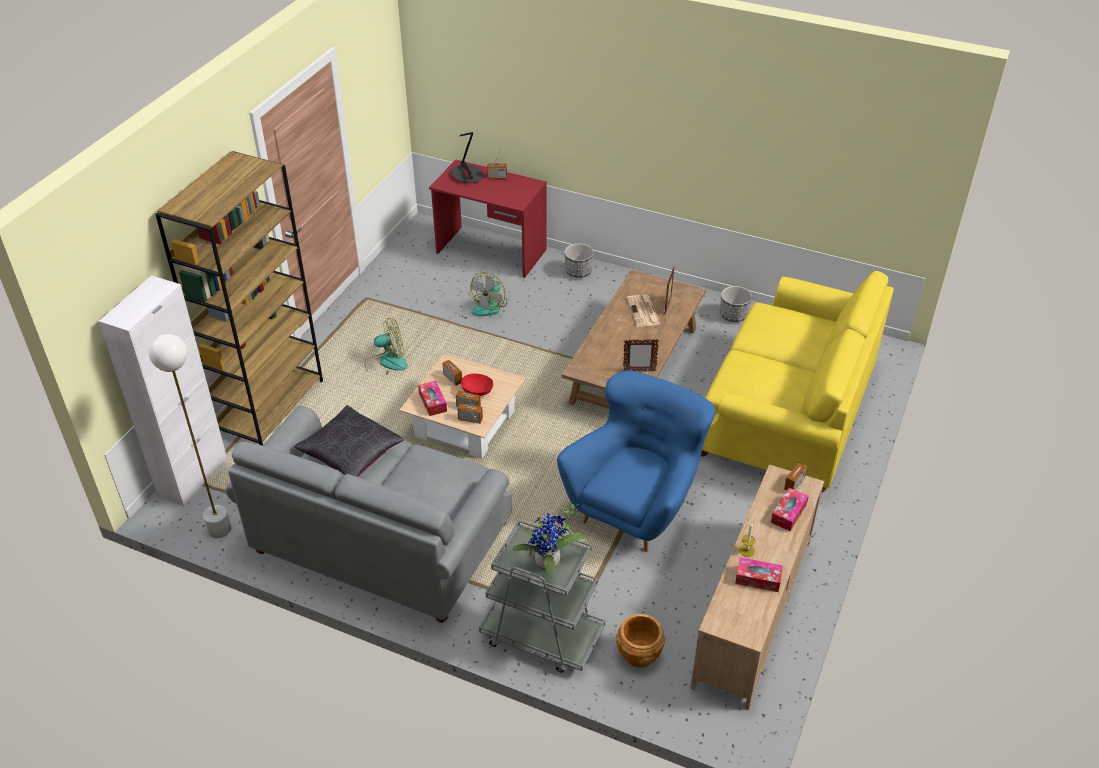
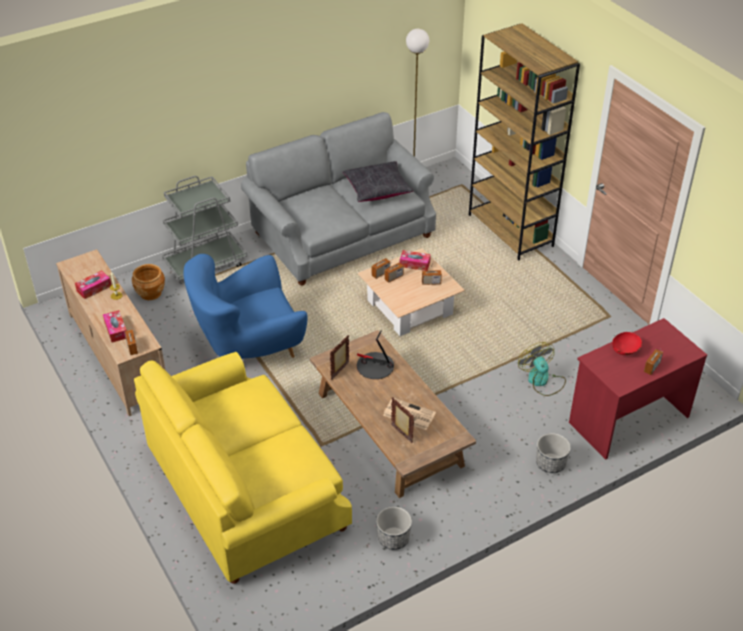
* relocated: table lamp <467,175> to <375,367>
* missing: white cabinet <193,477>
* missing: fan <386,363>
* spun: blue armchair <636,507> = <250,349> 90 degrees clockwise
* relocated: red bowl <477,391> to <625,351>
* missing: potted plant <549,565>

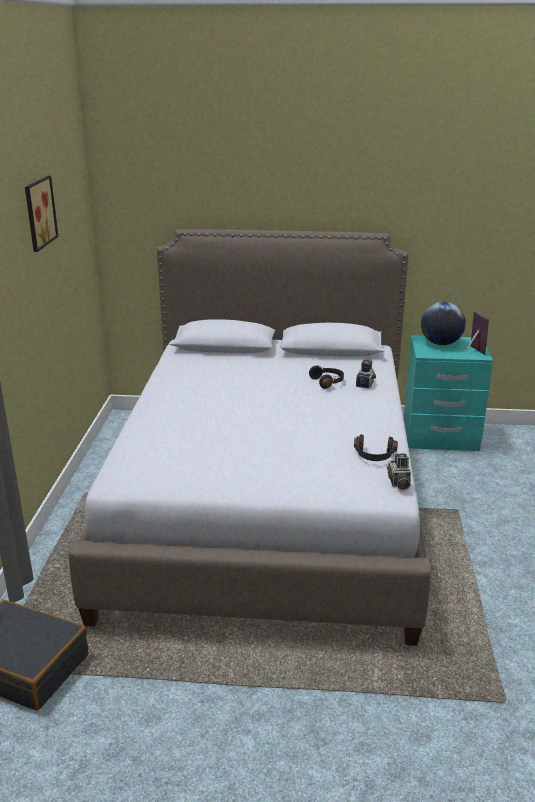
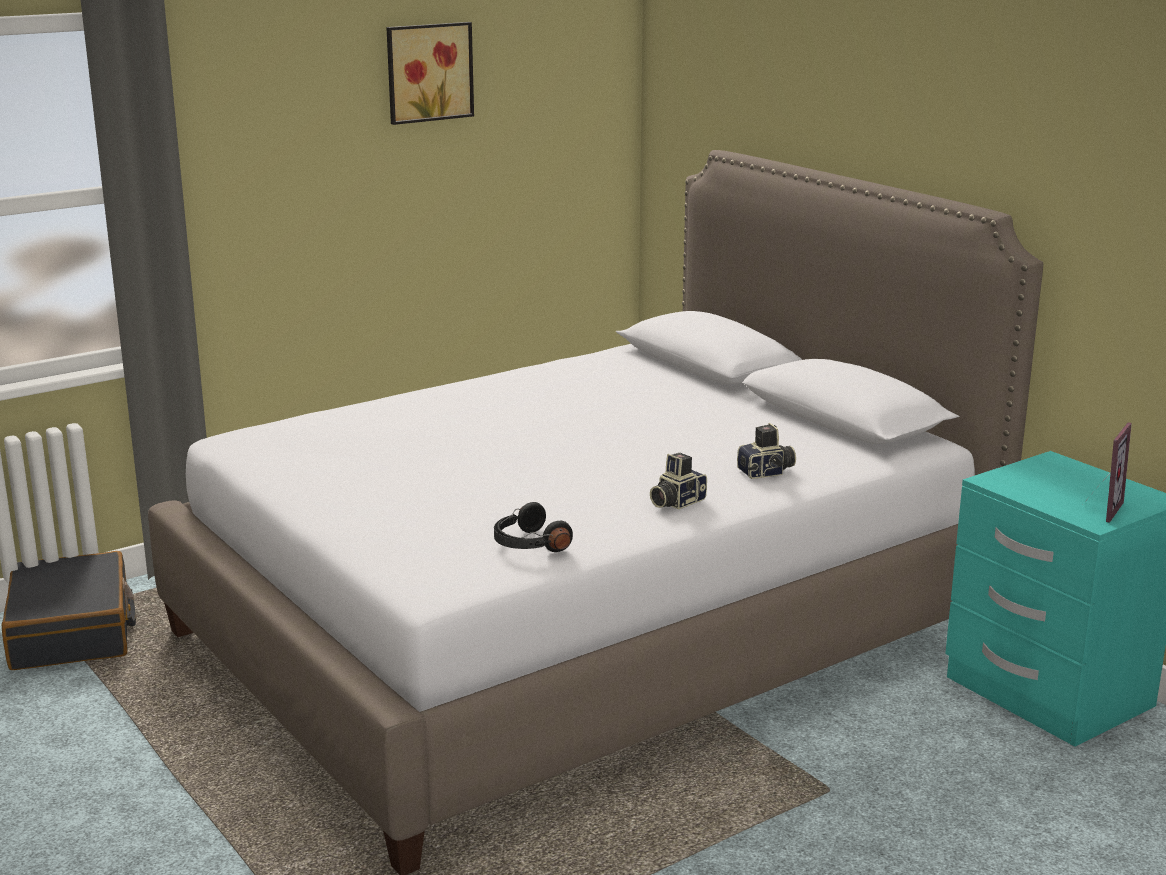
* missing: globe <441,343>
* missing: black headphones <328,382>
* relocated: photo camera <398,482> to <676,502>

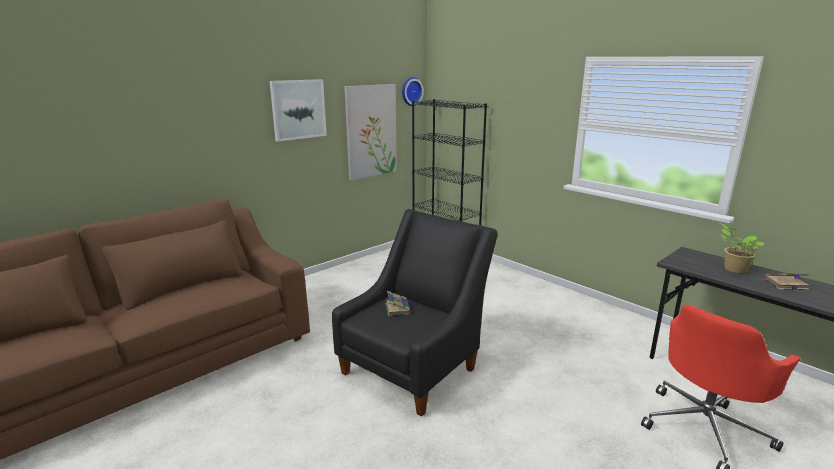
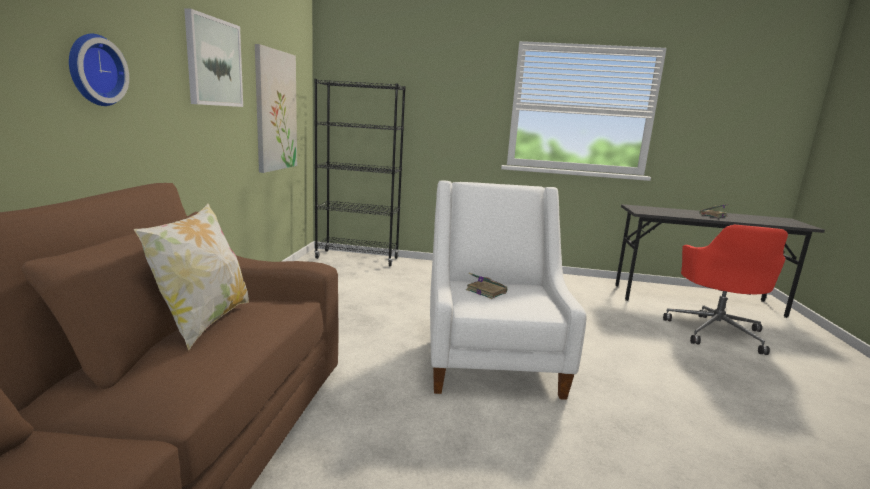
* relocated: wall clock <410,91> to <94,70>
* colour: black armchair <415,366> to white armchair <491,360>
* missing: potted plant <733,269>
* appeared: pillow <203,322>

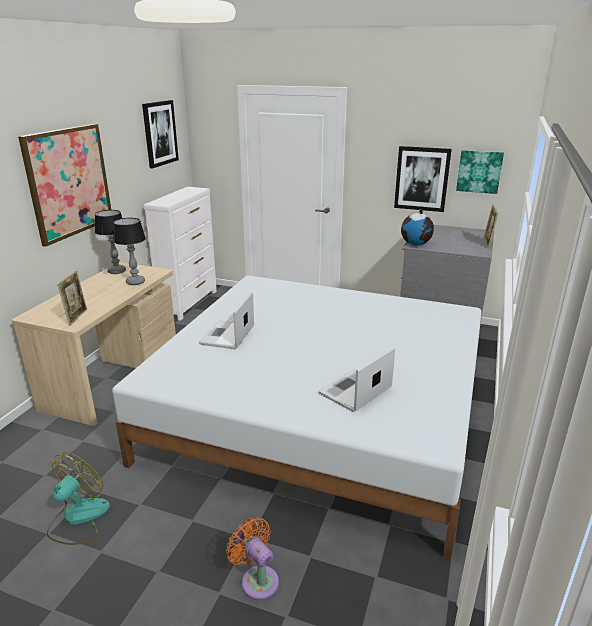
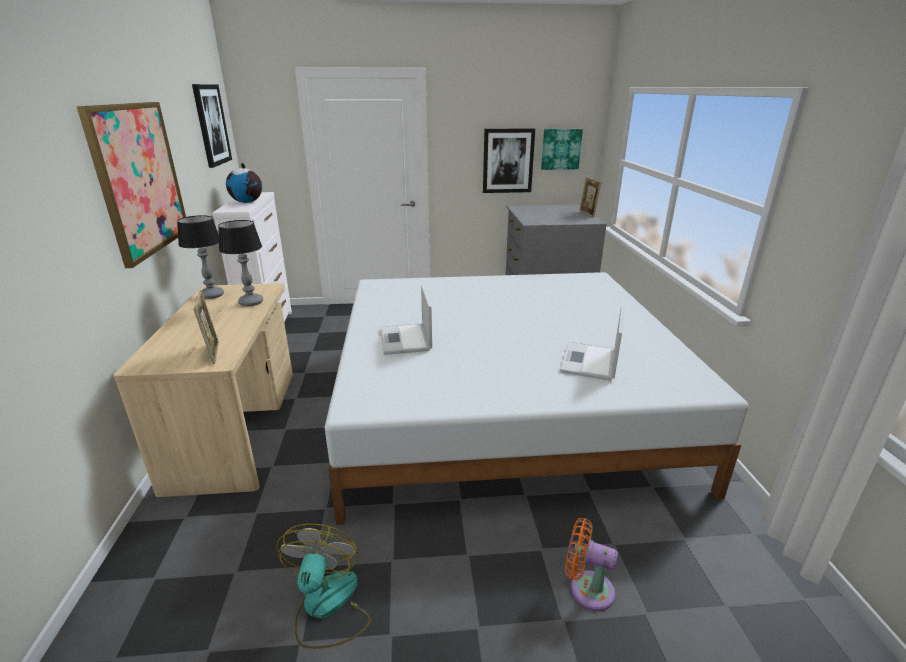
* relocated: globe <416,244> to <247,202>

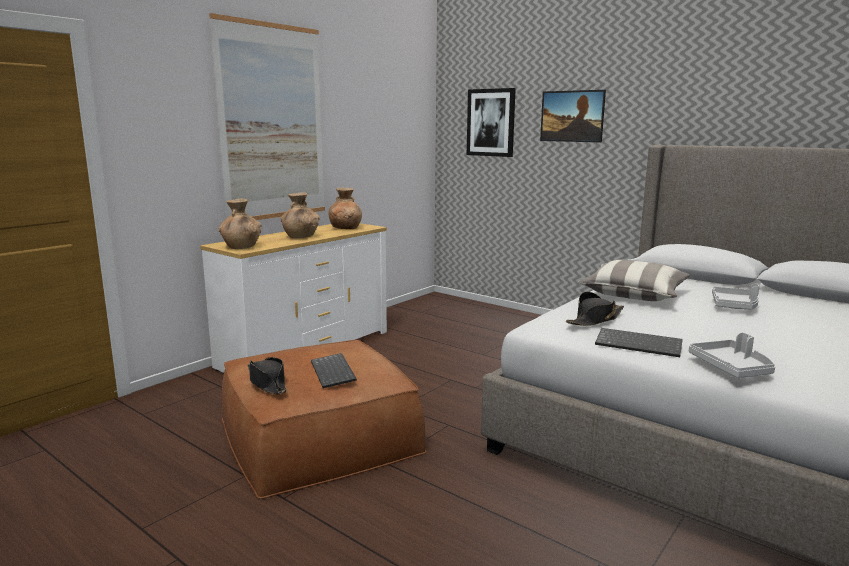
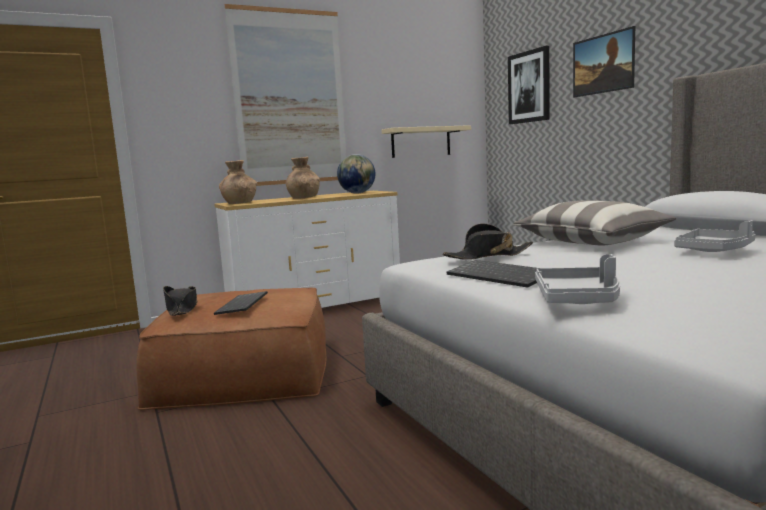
* exchanged: brown vase <346,228> to globe <357,193>
* appeared: beige shelf <421,142>

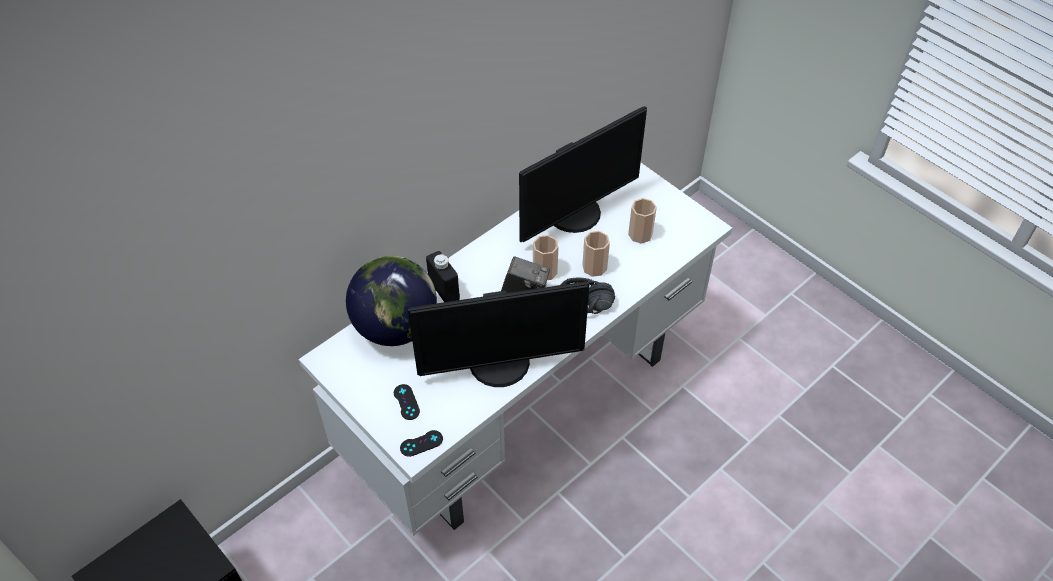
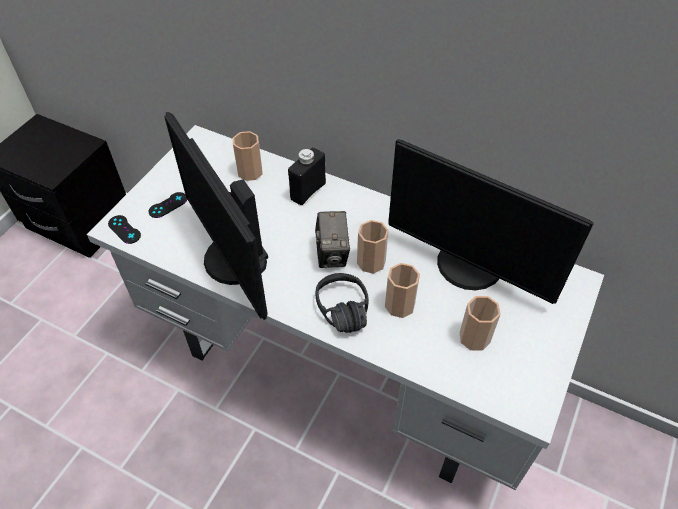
* exchanged: globe <395,328> to cup <250,172>

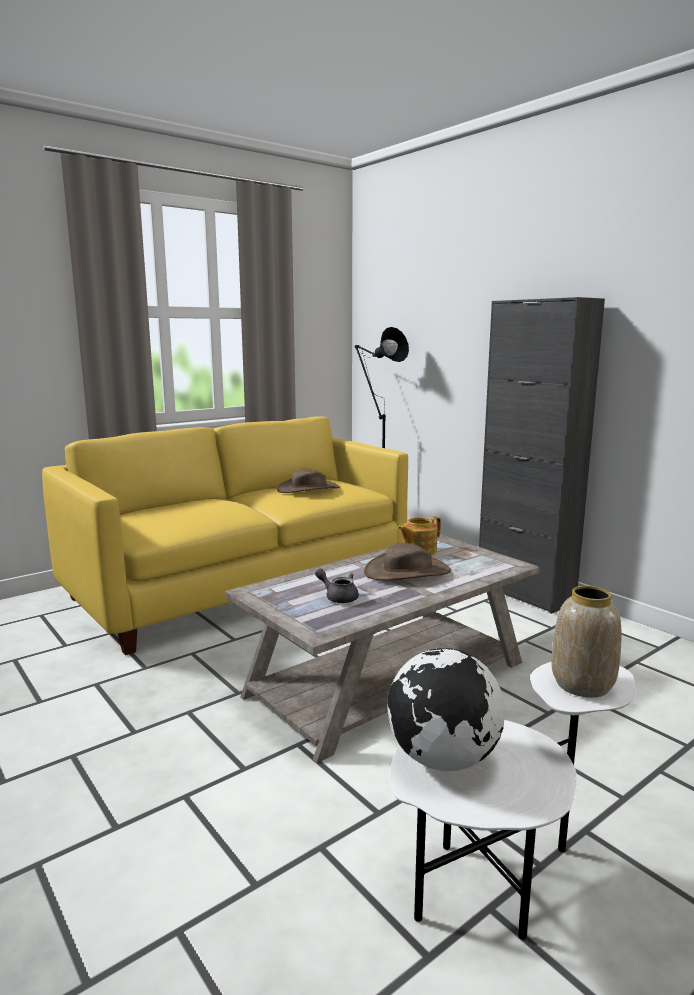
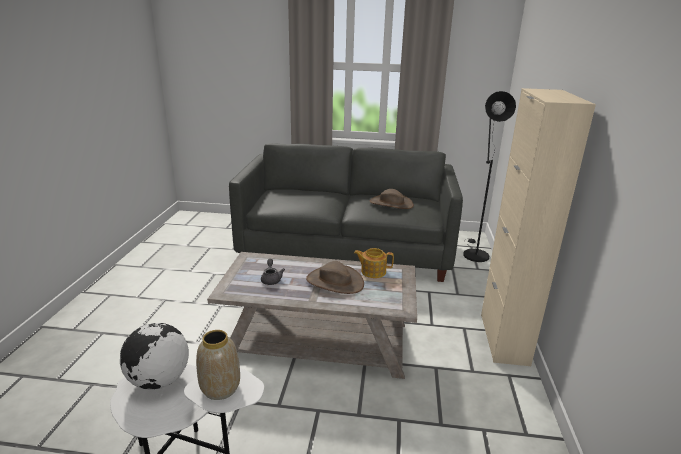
* colour: black cabinet <524,593> to beige cabinet <504,338>
* colour: yellow sofa <242,585> to grey sofa <347,250>

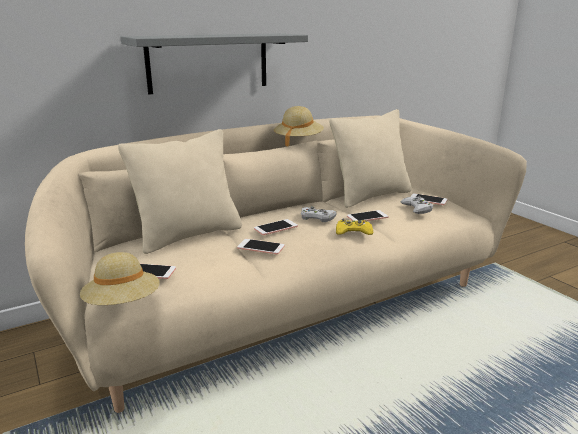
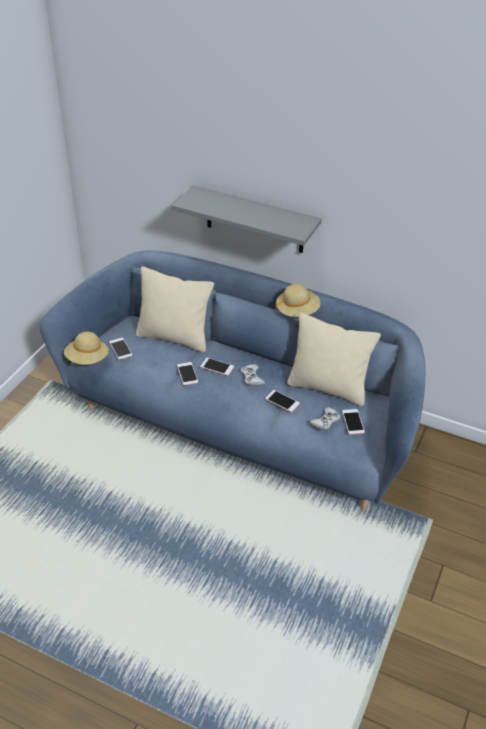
* colour: beige sofa <290,306> to blue sofa <241,422>
* missing: yellow game controller <353,231>

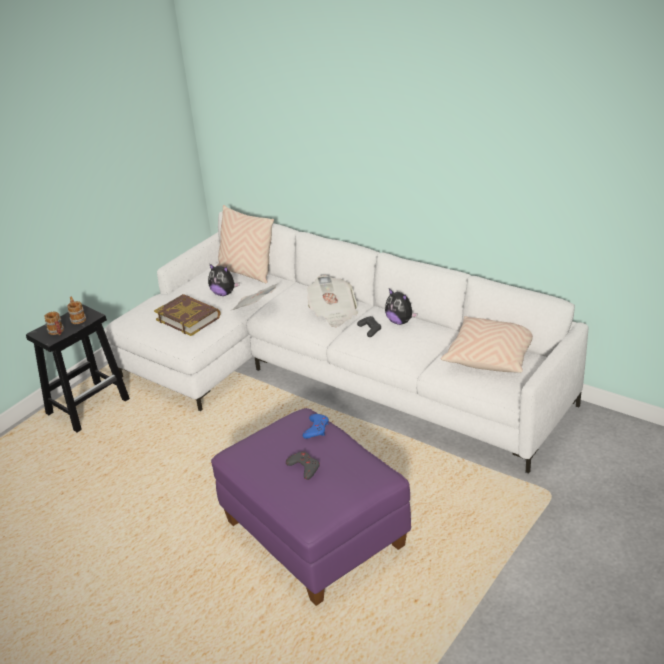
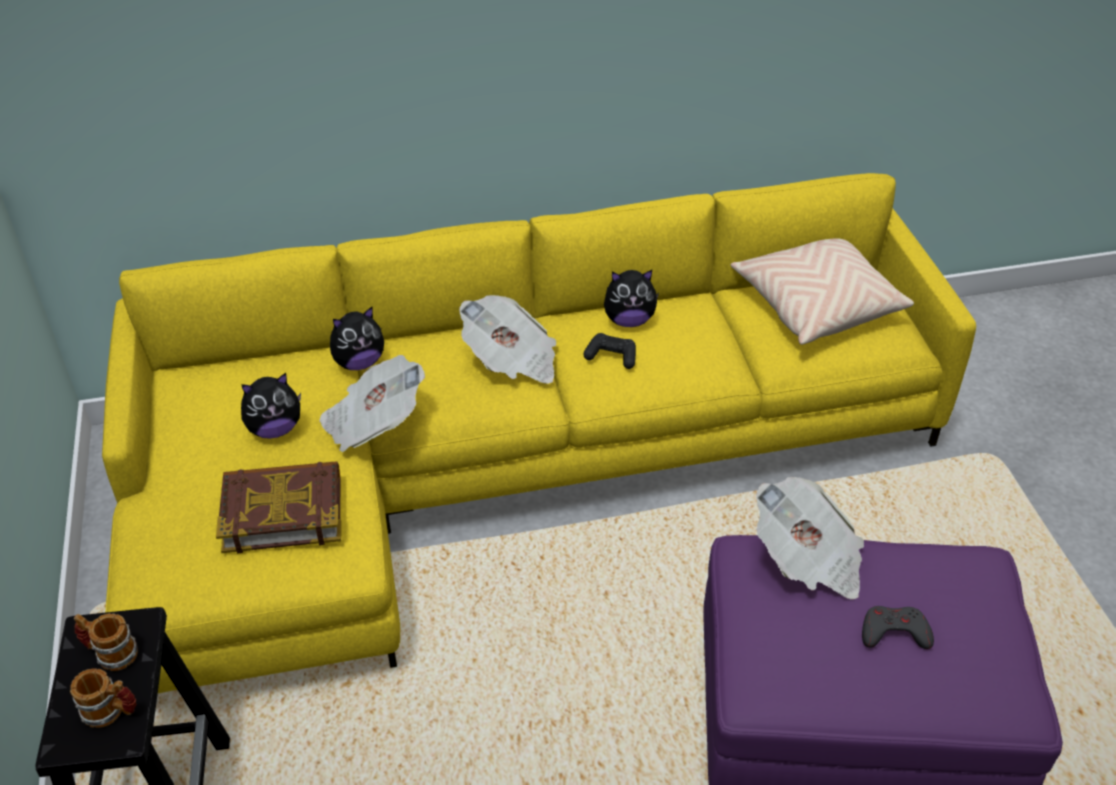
* missing: beige pillow <246,273>
* colour: white sofa <330,373> to yellow sofa <505,466>
* exchanged: blue game controller <316,429> to newspaper <808,560>
* appeared: plush toy <359,362>

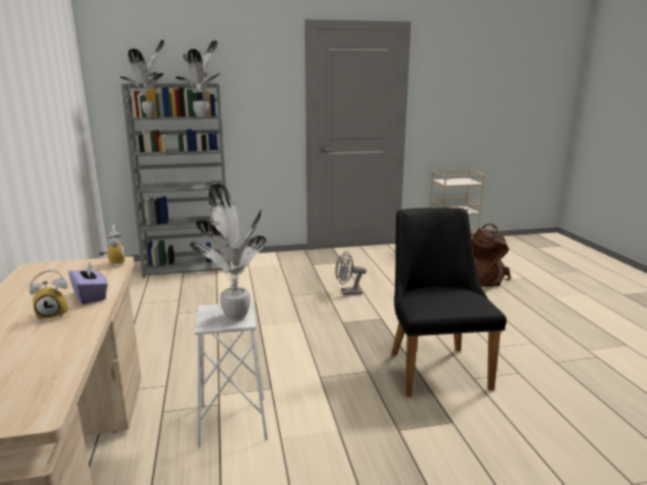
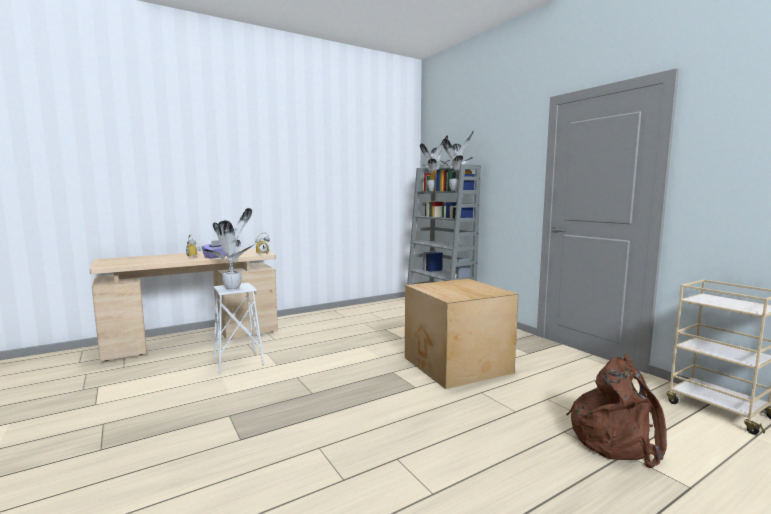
* missing: black chair <434,365>
* exchanged: grey fan <348,293> to cardboard box <456,365>

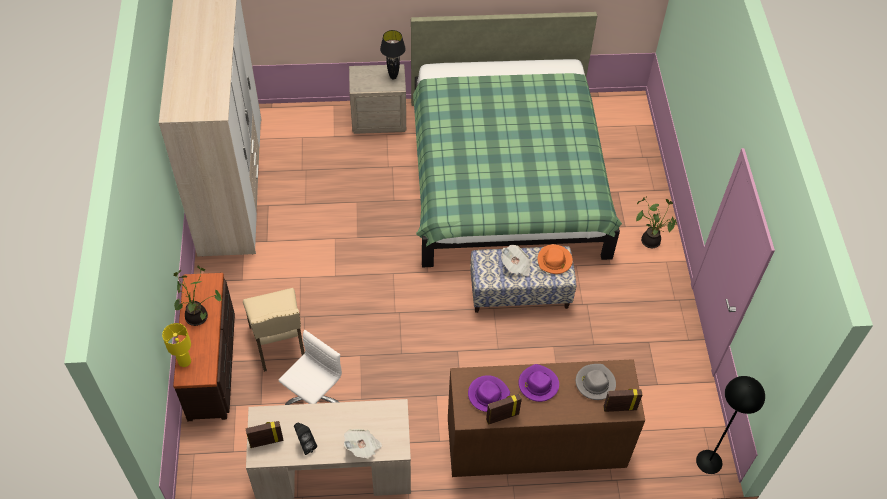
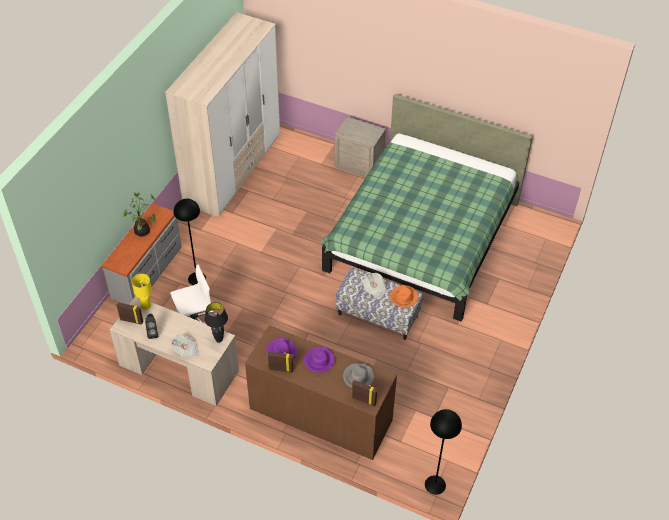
* relocated: black table lamp <393,77> to <219,340>
* missing: potted plant <650,240>
* colour: brown dresser <212,364> to grey dresser <148,272>
* exchanged: beige chair <279,344> to black floor lamp <196,278>
* relocated: yellow table lamp <184,361> to <146,306>

